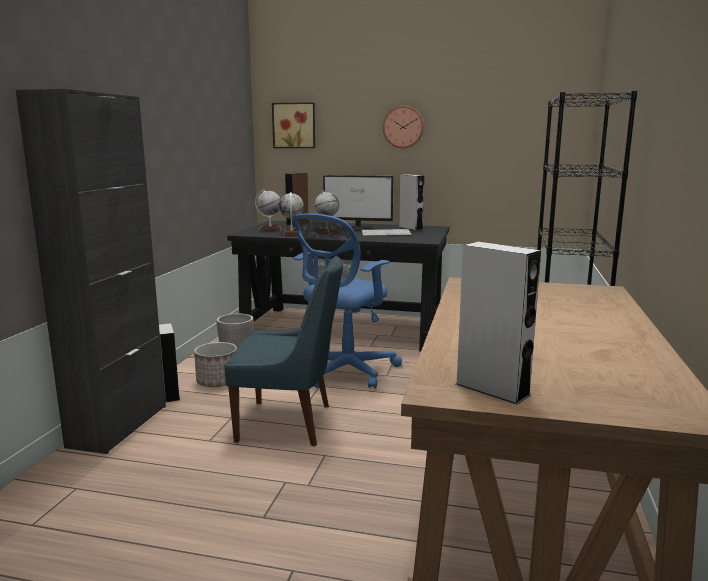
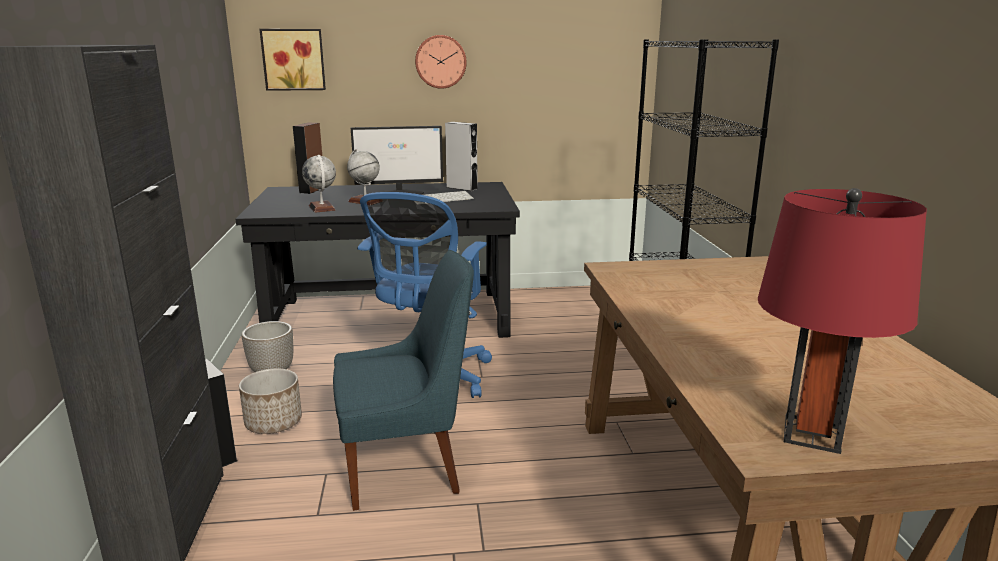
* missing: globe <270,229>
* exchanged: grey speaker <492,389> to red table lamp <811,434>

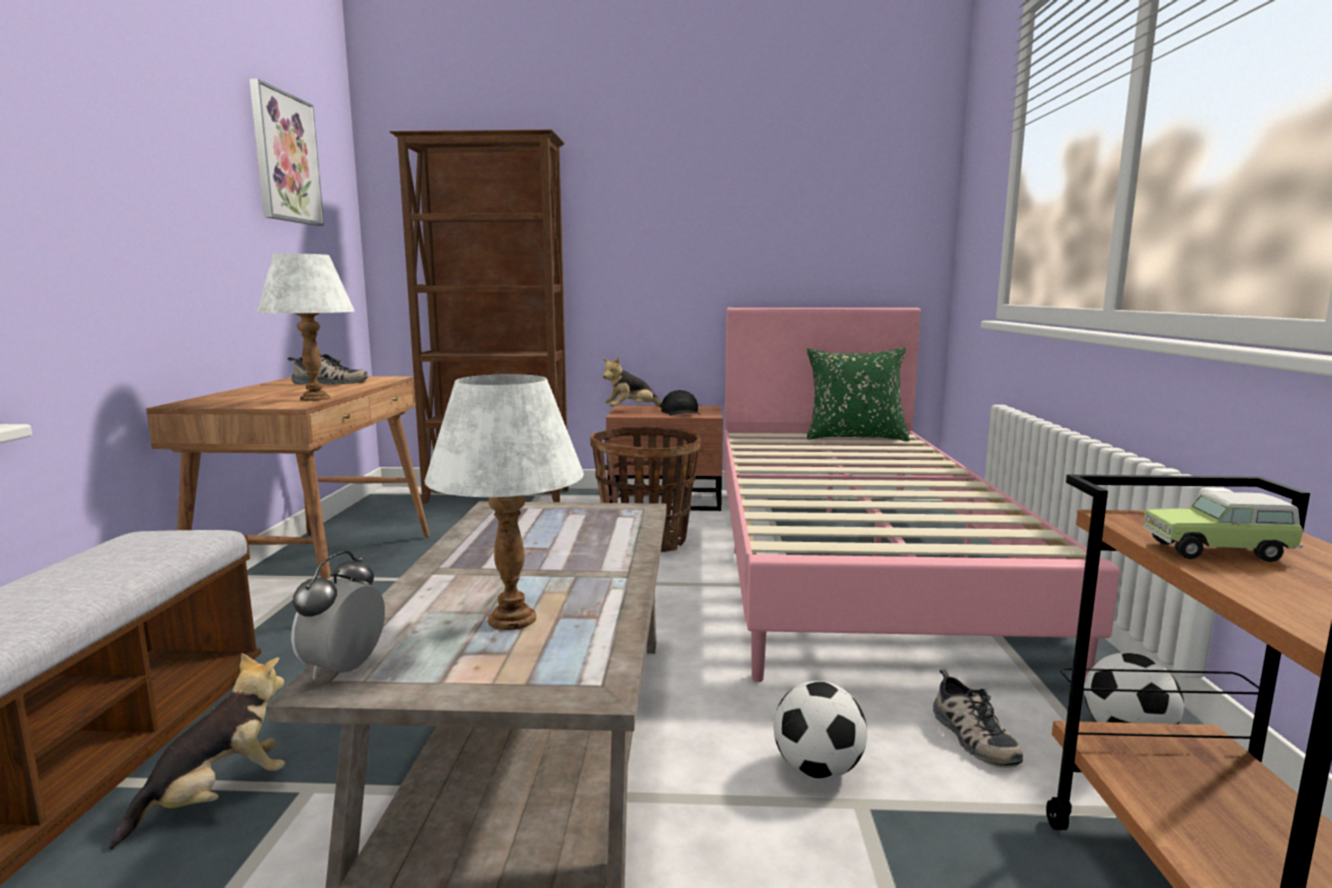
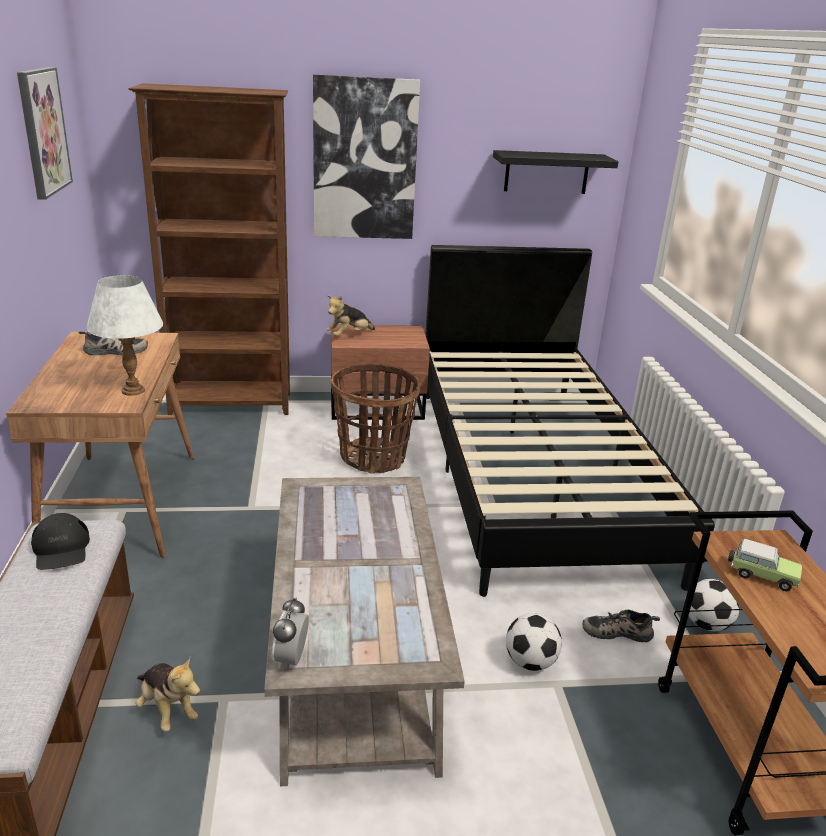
* colour: pink bed <850,558> to black bed <531,473>
* missing: green pillow <854,437>
* missing: white table lamp <513,619>
* relocated: black cap <681,412> to <61,549>
* spun: toy car <1221,552> = <760,575> 150 degrees counterclockwise
* spun: plush toy <217,797> = <167,709> 105 degrees clockwise
* spun: shoe <971,736> = <617,631> 120 degrees clockwise
* appeared: picture <364,160>
* appeared: black shelf <546,172>

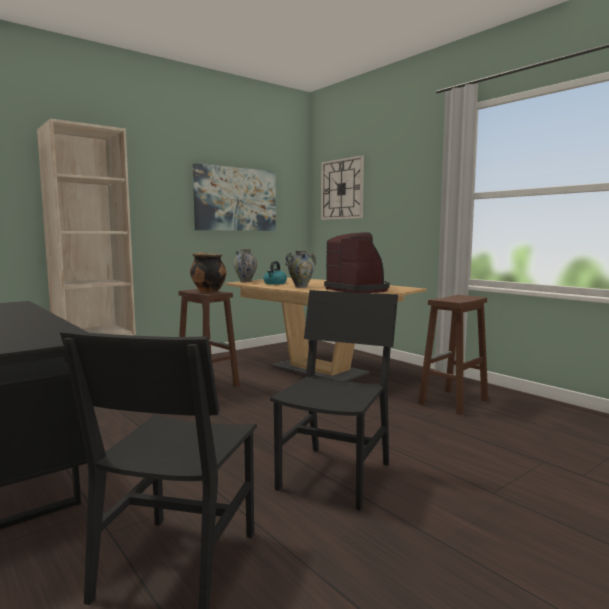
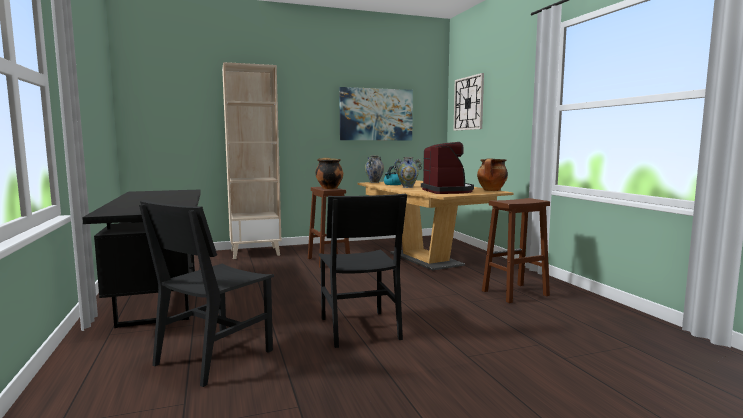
* spun: black chair <335,476> = <359,328> 120 degrees clockwise
* appeared: cooking pot <491,190>

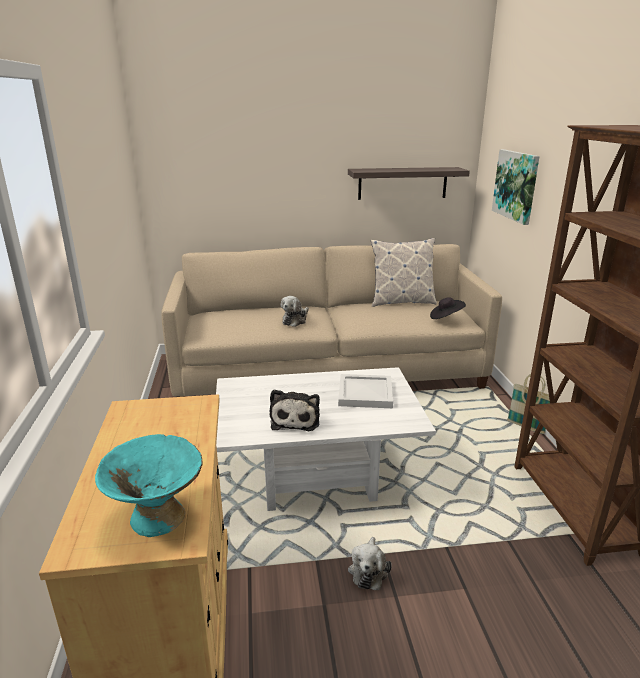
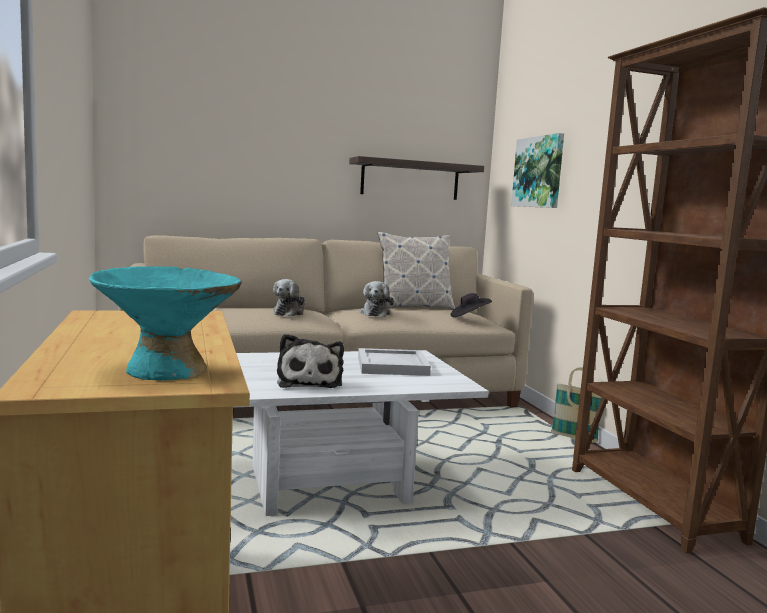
* relocated: plush toy <368,570> to <375,313>

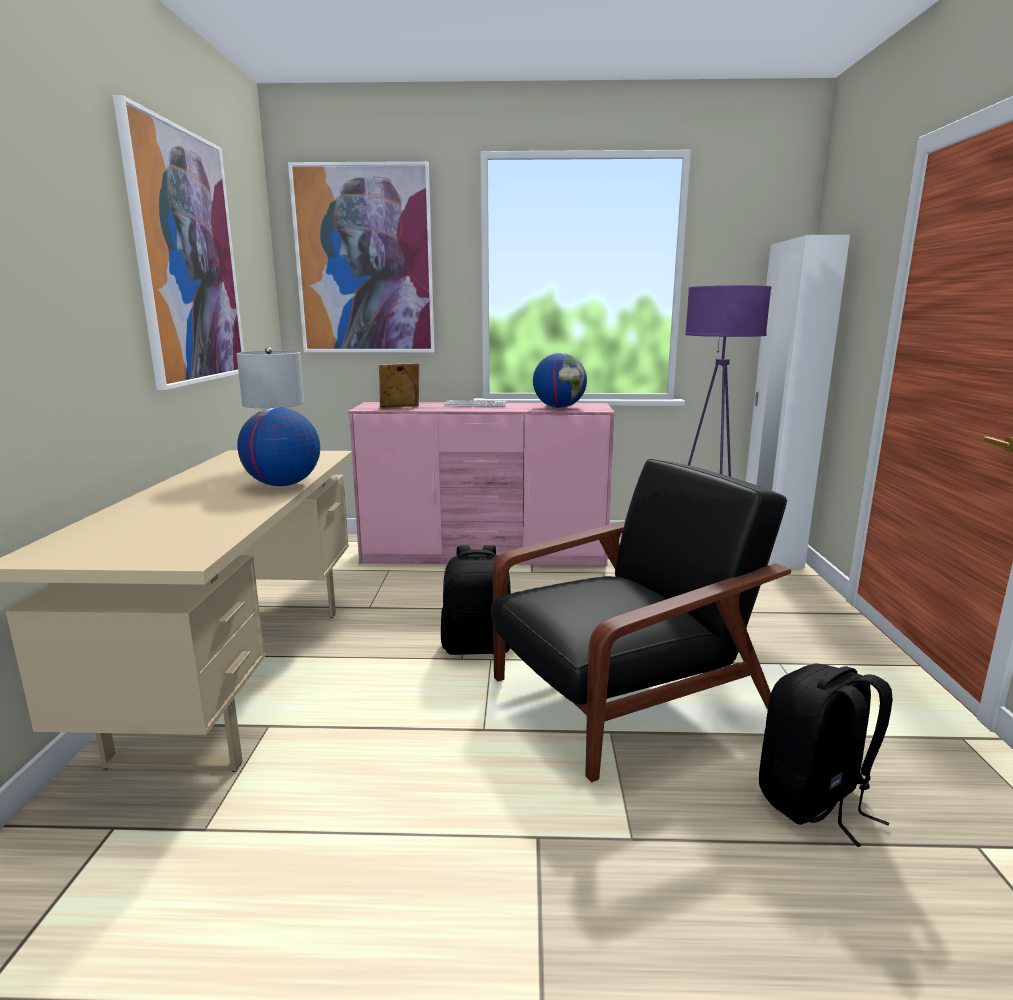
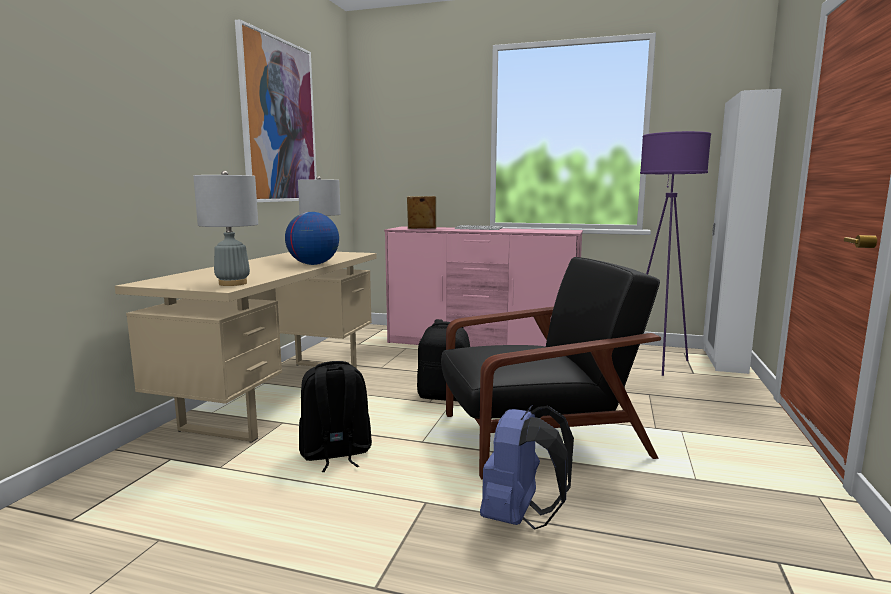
* missing: picture <364,261>
* missing: globe <559,407>
* relocated: black backpack <814,801> to <335,454>
* appeared: grey table lamp <233,283>
* appeared: blue backpack <520,517>

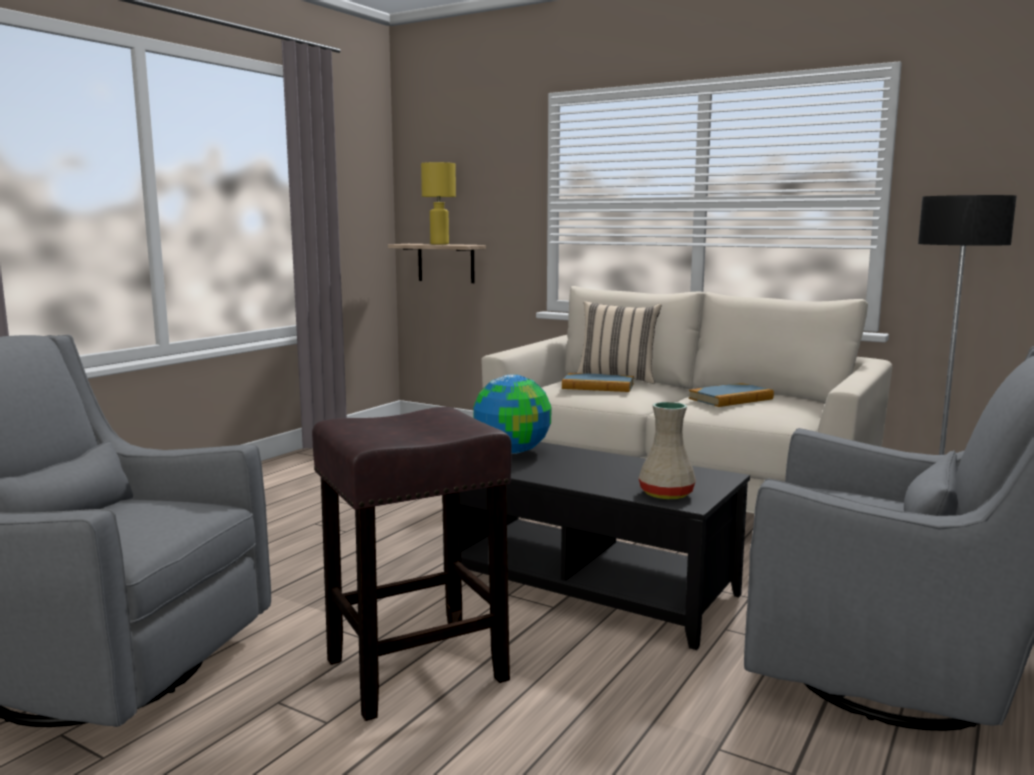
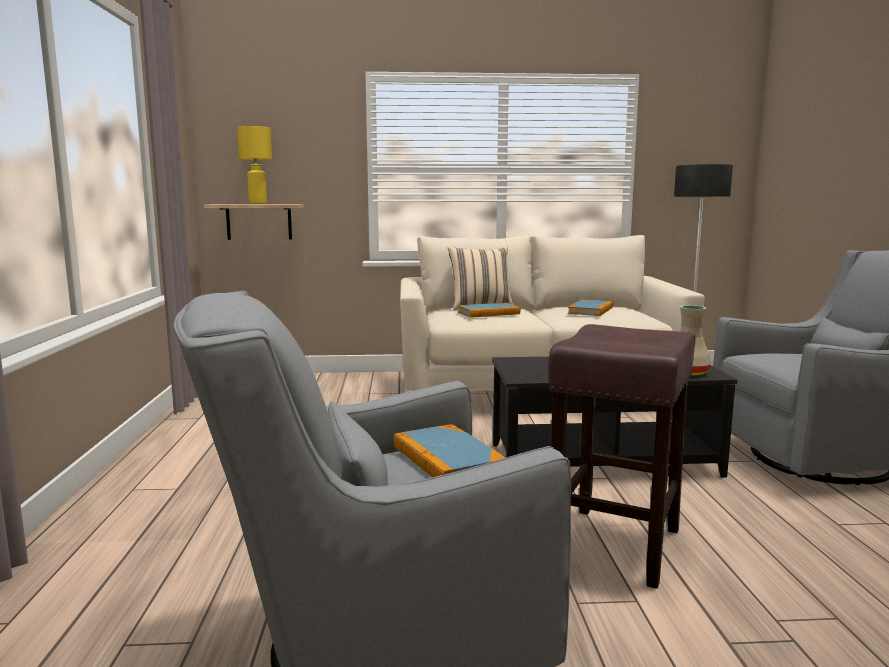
* missing: globe <513,451>
* appeared: book <447,459>

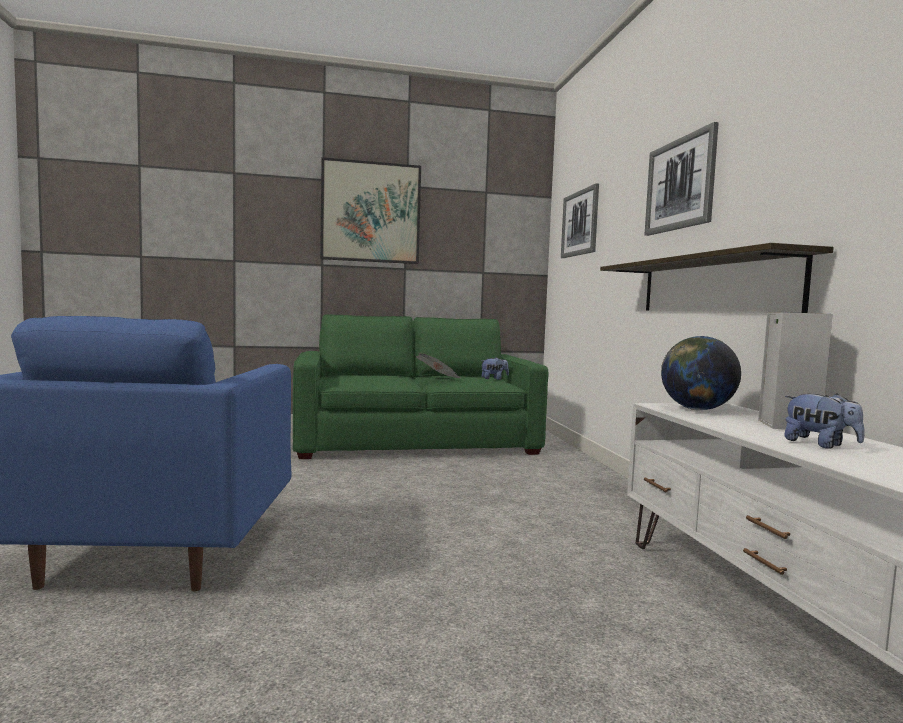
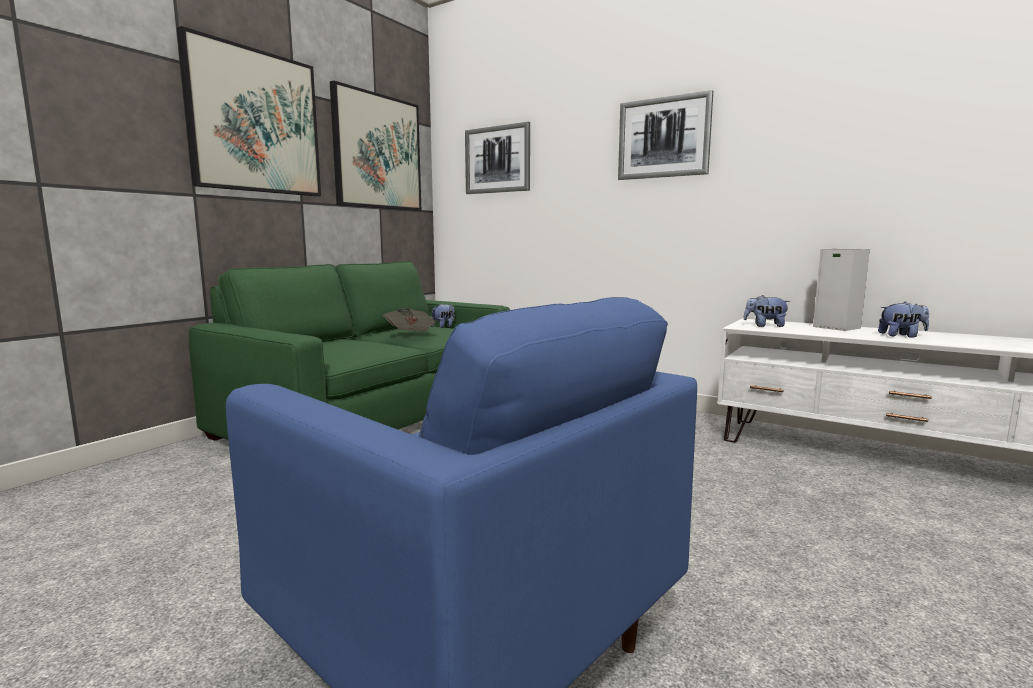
* missing: shelf <712,286>
* exchanged: globe <697,409> to plush toy <765,326>
* appeared: picture <377,152>

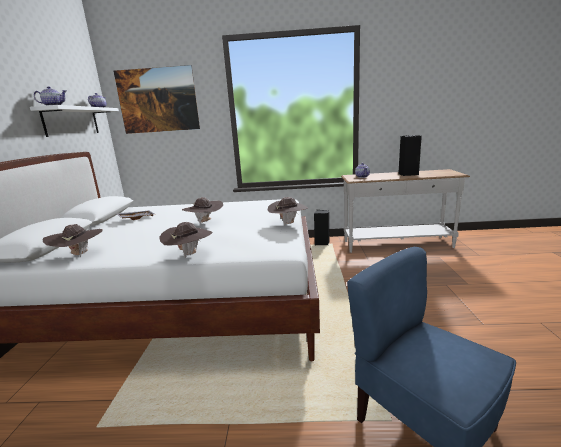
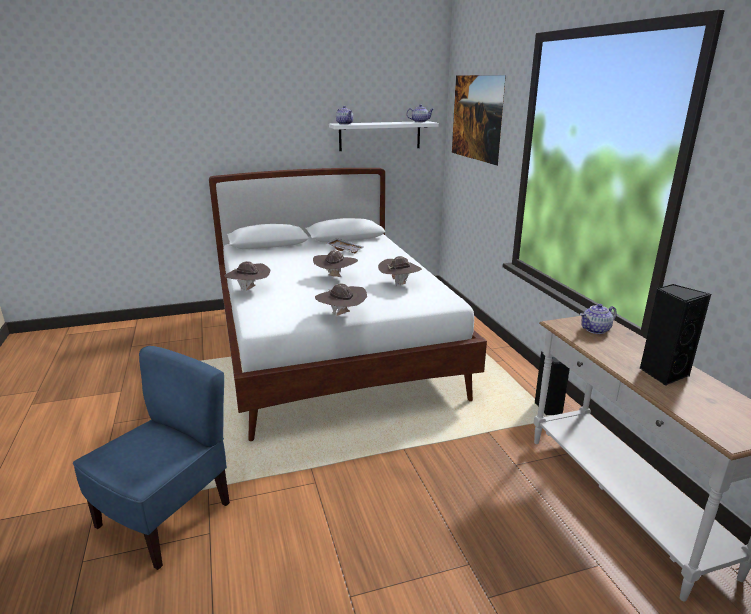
* relocated: brown hat <79,255> to <399,284>

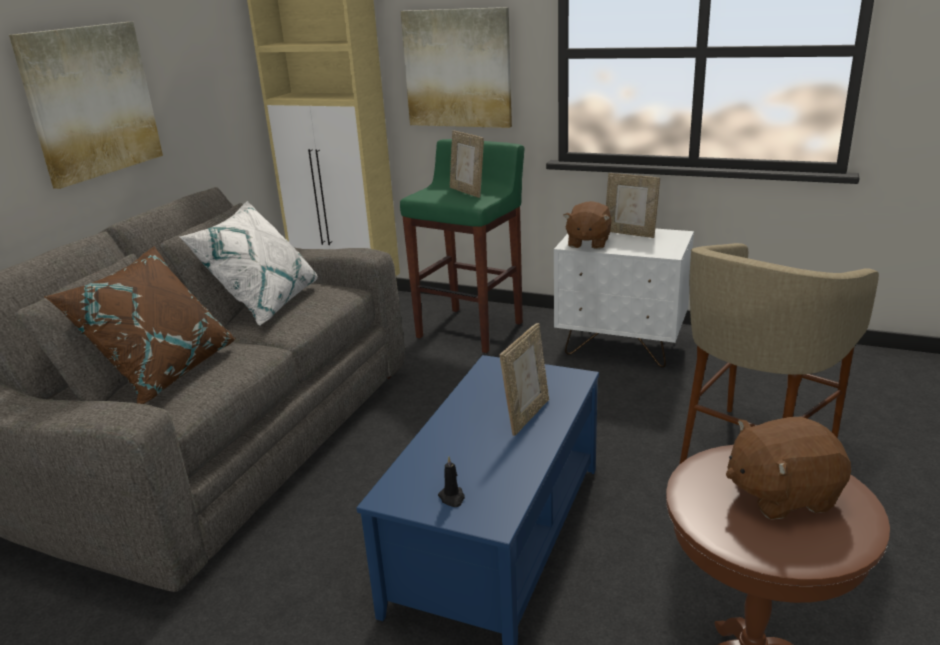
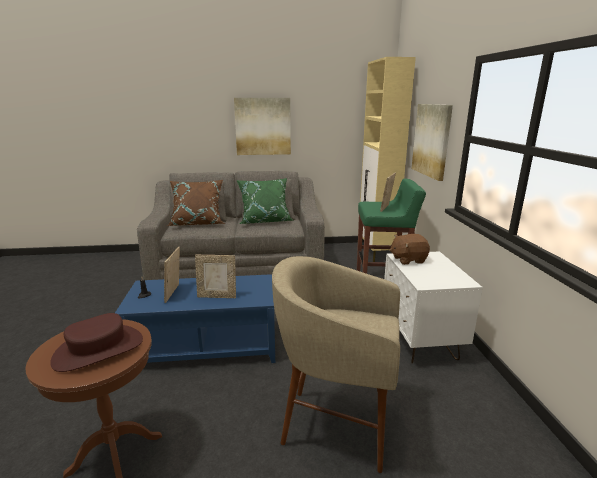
* relocated: picture frame <630,233> to <174,293>
* colour: white pillow <264,304> to green pillow <265,220>
* exchanged: brown plush toy <781,494> to brown hat <98,350>

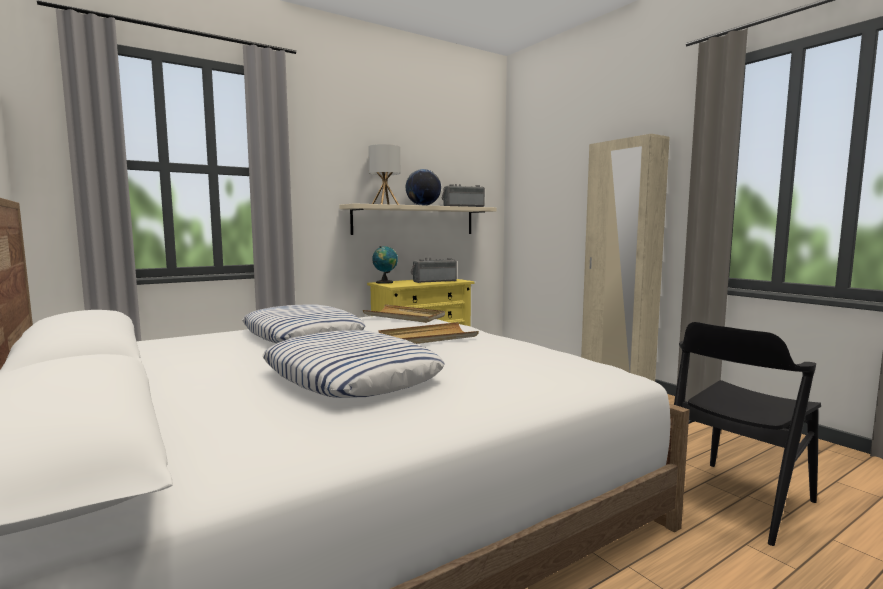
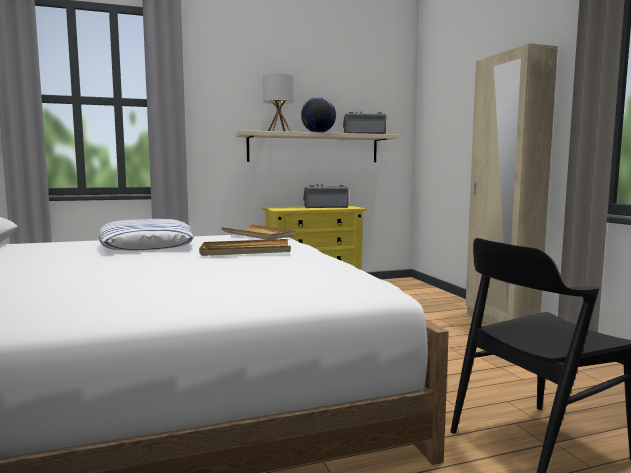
* missing: globe <385,282>
* missing: pillow <350,376>

